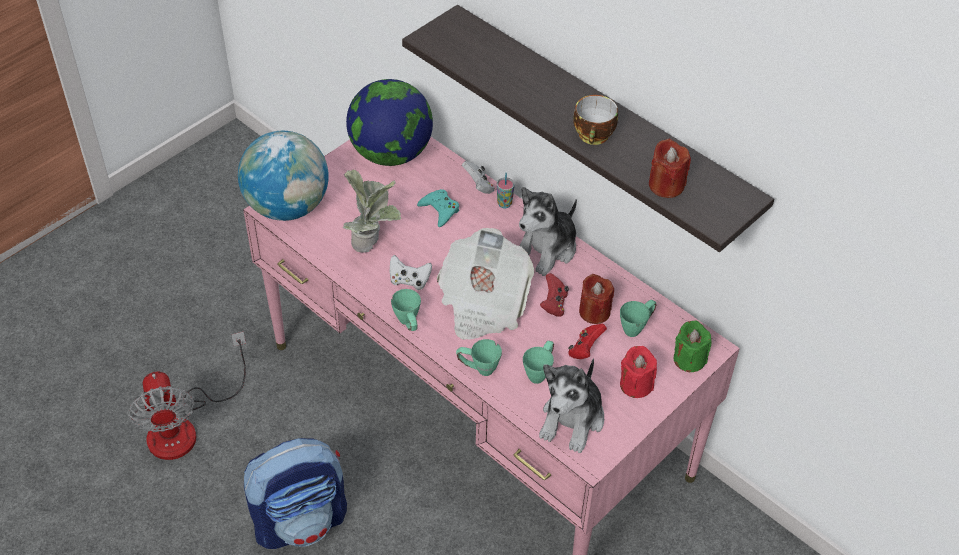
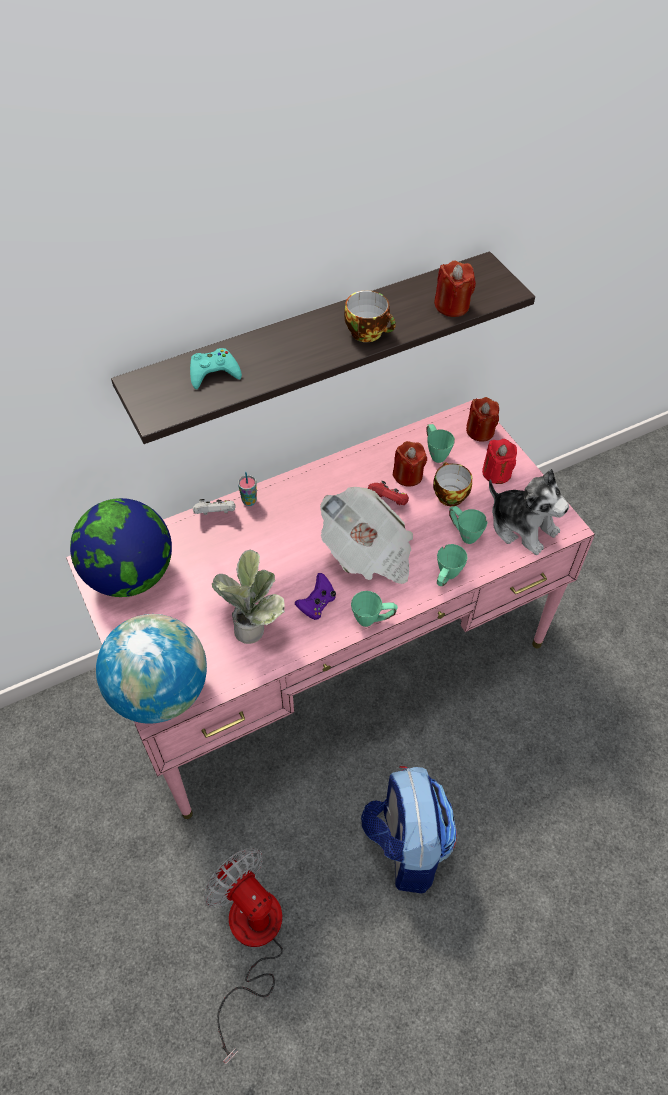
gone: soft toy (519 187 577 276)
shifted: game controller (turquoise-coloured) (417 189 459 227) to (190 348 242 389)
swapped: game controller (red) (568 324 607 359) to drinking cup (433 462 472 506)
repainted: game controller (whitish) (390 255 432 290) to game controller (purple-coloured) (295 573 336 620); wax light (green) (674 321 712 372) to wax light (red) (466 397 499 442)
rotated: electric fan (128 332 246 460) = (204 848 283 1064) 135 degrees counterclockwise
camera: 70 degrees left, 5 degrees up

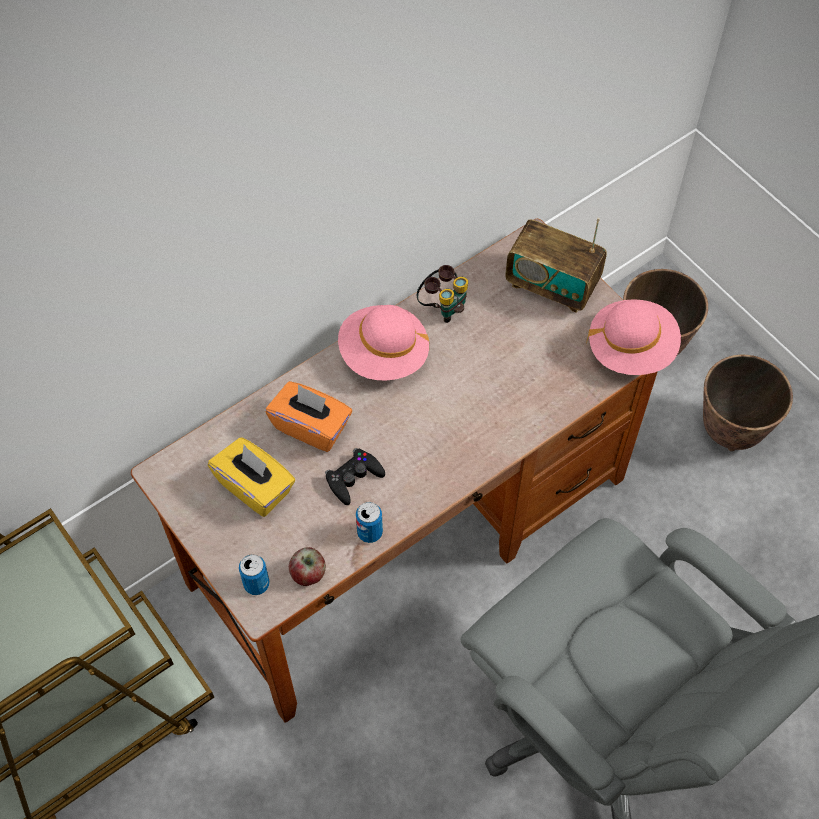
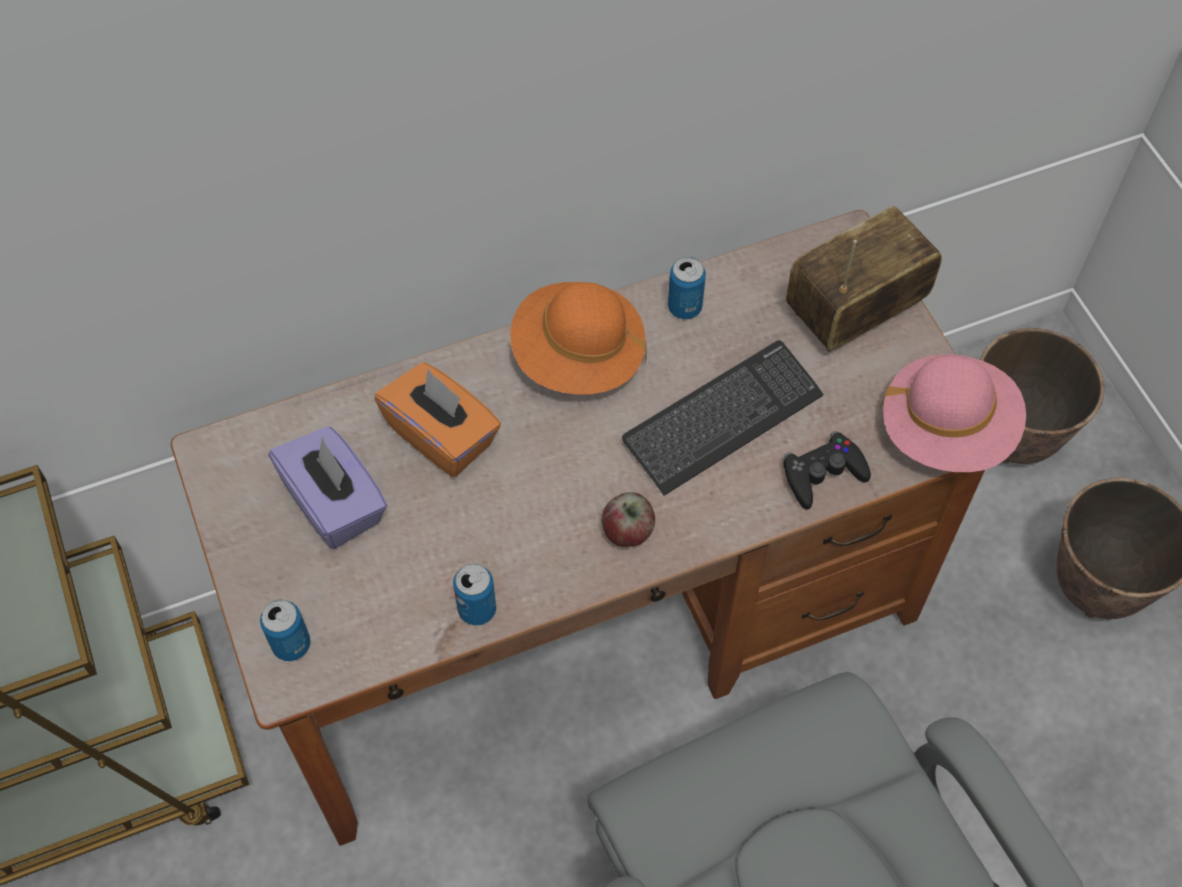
new: keyboard (622 340 824 496)
shifted: apple (289 547 326 586) to (602 492 655 547); game controller (blackish) (325 448 385 505) to (783 431 871 510)
swapped: pair of binoculars (417 265 468 323) to sealed can (668 257 706 319)
repainted: tissue box (yellow) (208 437 295 517) to tissue box (purple-coloured) (268 426 387 549); wearable hat (pinkish) (338 305 429 381) to wearable hat (orange) (510 282 647 395)
rotated: radio set (505 218 607 313) = (786 206 942 352) 105 degrees clockwise
camera: 15 degrees right, 0 degrees up

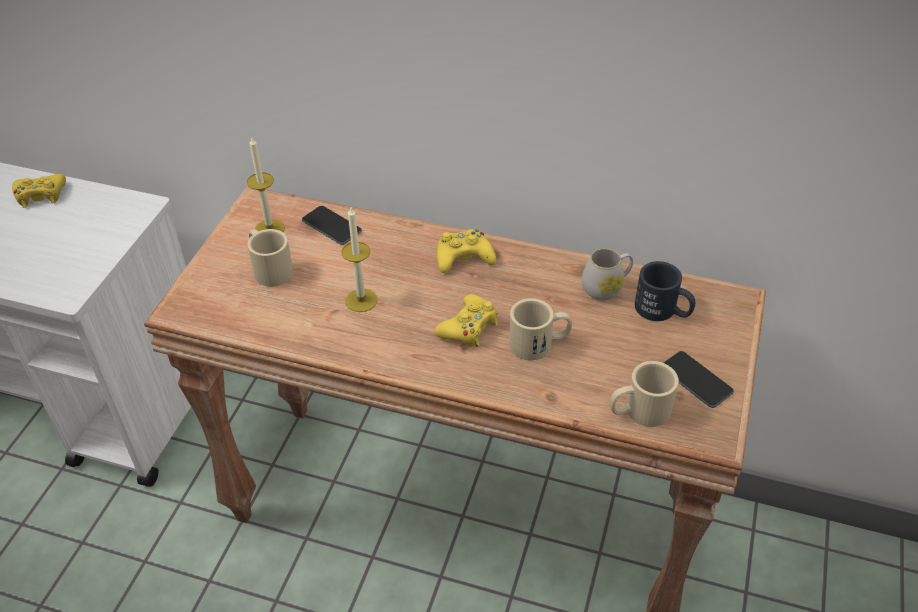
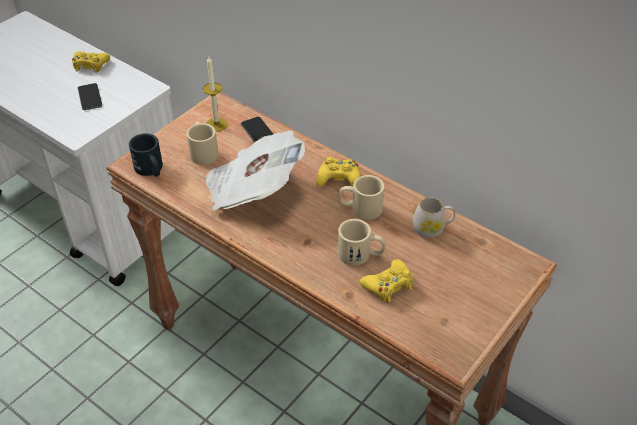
shifted: game controller (yellow) (434 294 498 347) to (360 259 413 303); tea mug (beige-coloured) (610 361 679 427) to (338 175 385 220); tea mug (blackish) (635 261 695 321) to (129 133 163 177); phone (663 351 734 408) to (78 83 102 110)
swapped: wax light (342 206 378 312) to printed paper (206 130 305 211)
camera: 20 degrees right, 0 degrees up

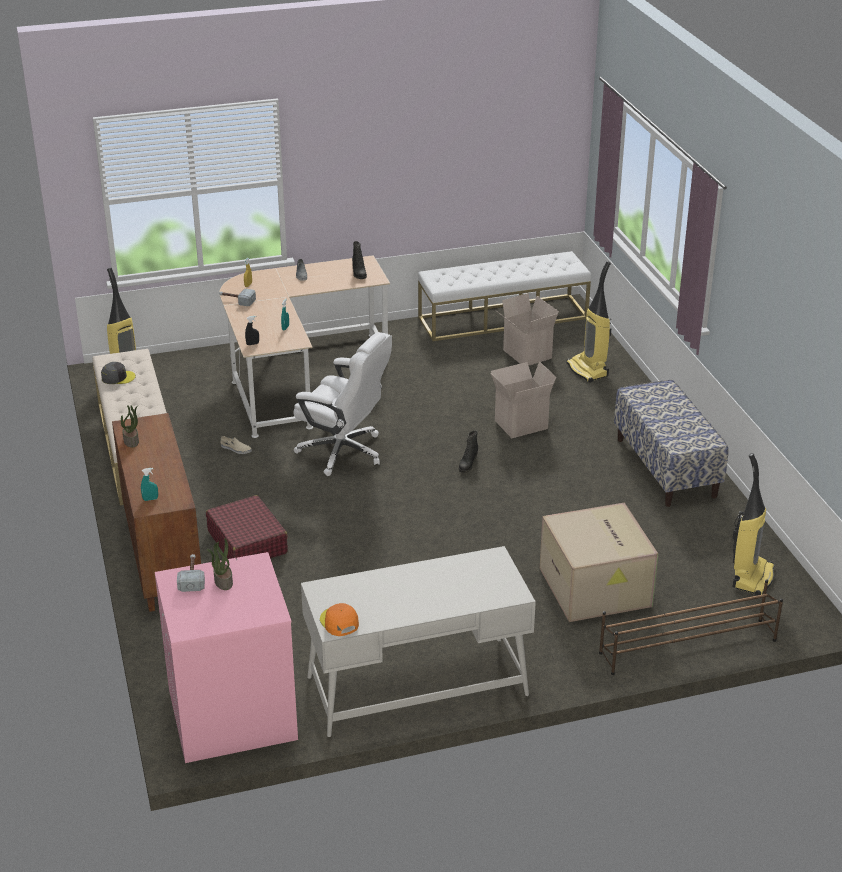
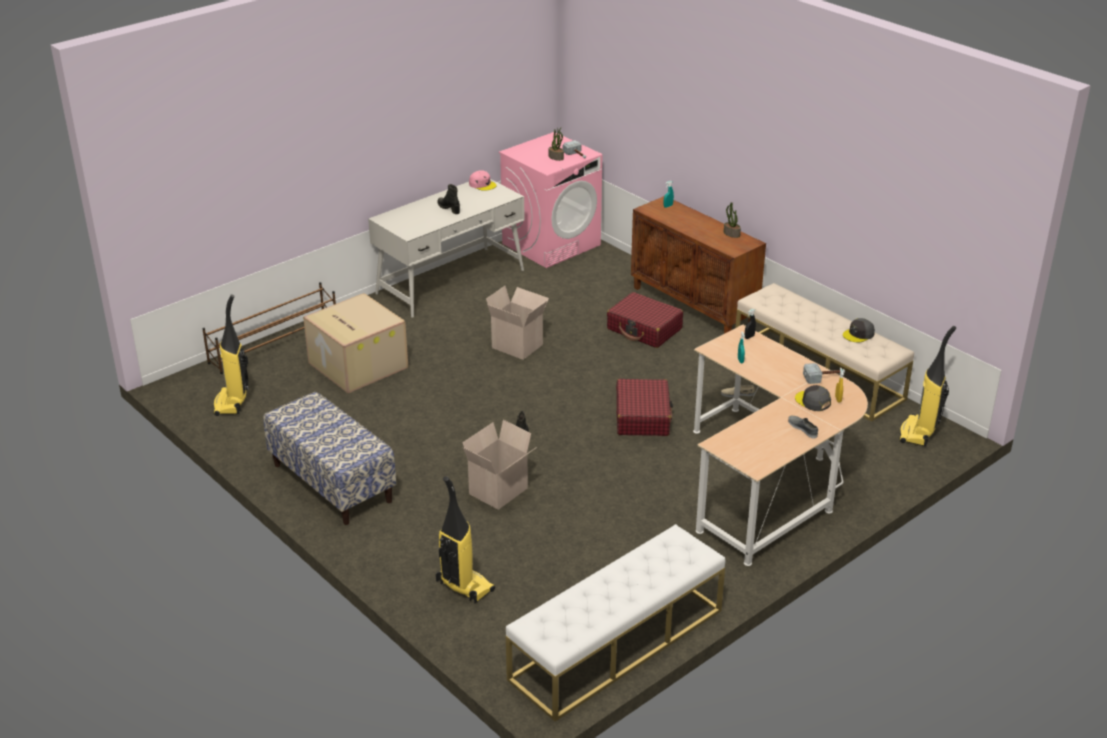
new: baseball cap (gray) (795 385 831 411)
shifted: high-top boot (blackish) (352 241 367 279) to (437 184 460 214); packing box (498 293 559 366) to (486 286 549 360)
swapped: desk chair (whitish) (293 332 392 476) to travel case (red) (616 379 673 436)
repainted: baseball cap (orange) (320 603 359 636) to baseball cap (pinkish) (469 170 497 191)
camera: 155 degrees right, 0 degrees up

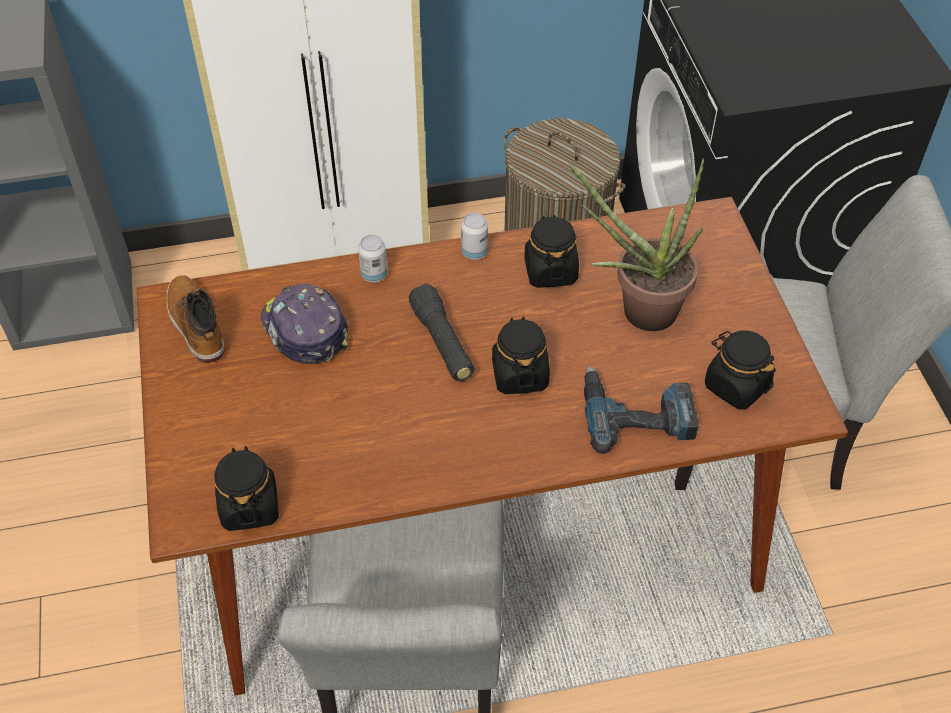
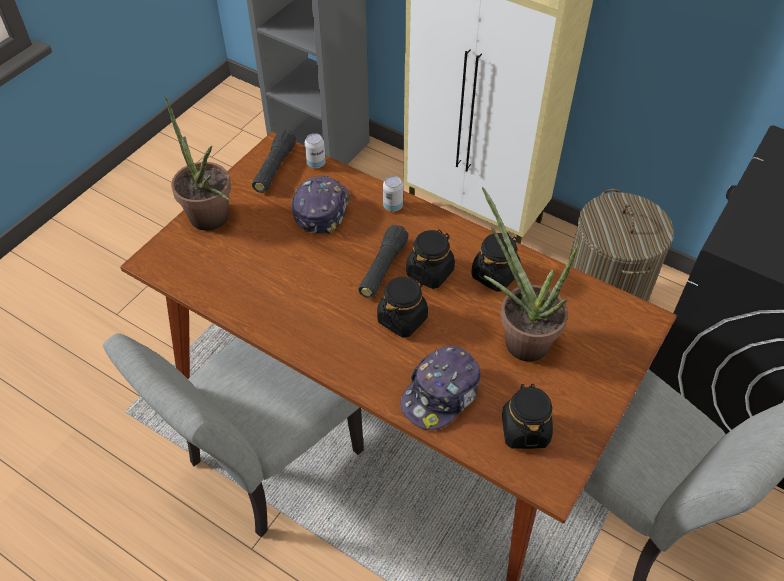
new: potted plant (164 95 231 231)
shifted: preserve jar (blackish) (214 446 279 531) to (406 229 455 289); sealed can (461 213 488 260) to (305 133 326 168)
swapped: high-top boot (167 275 225 363) to torch (blackish) (252 130 296 193); power drill (584 366 699 453) to baseball cap (400 346 480 430)
camera: 45 degrees right, 0 degrees up

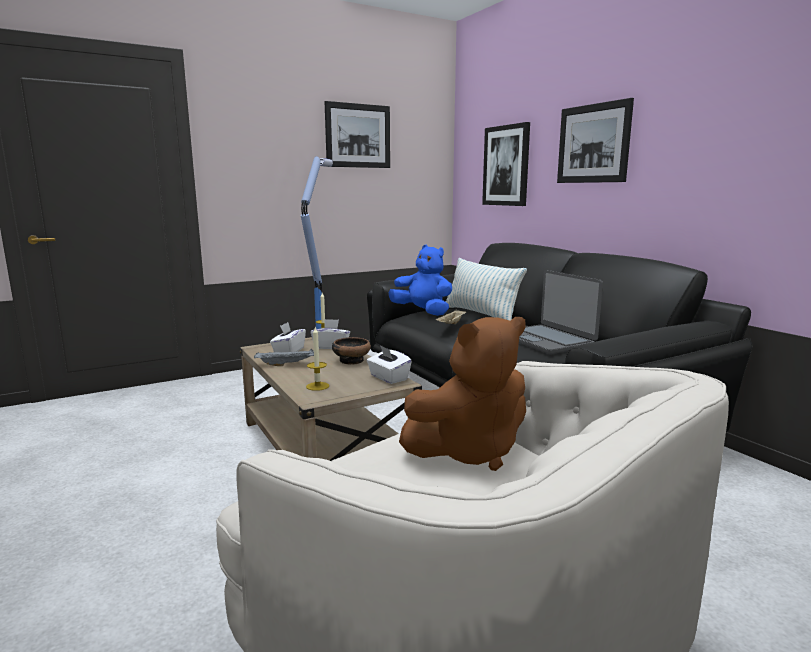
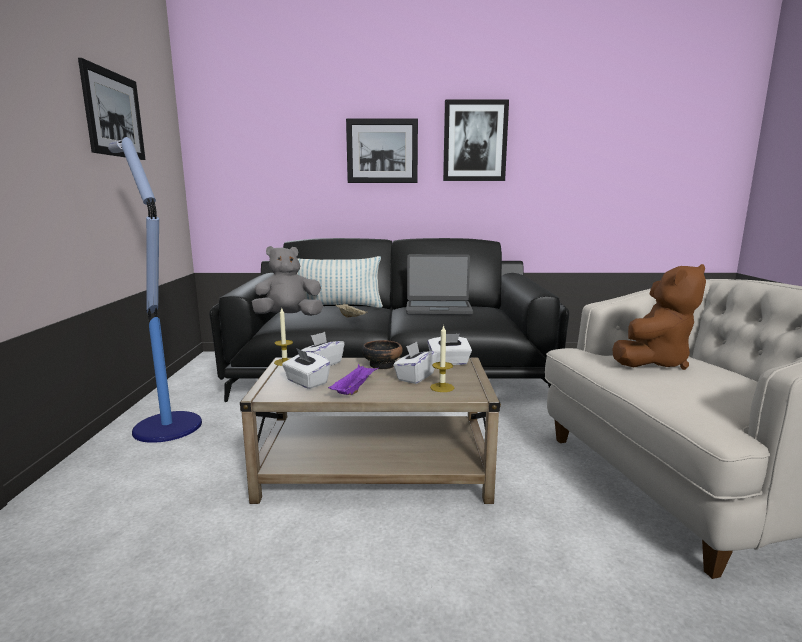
new: tissue box (whitish) (393 342 437 384)
shifted: wall art (482 122 530 206) to (443 100 509 181)
repainted: tray (gray) (254 349 314 366) to tray (purple-coloured) (328 365 379 395); soft toy (bluish) (389 245 452 316) to soft toy (gray) (252 246 323 316)
rotated: soft toy (brownish) (399 317 526 471) = (613 264 706 370) 45 degrees clockwise
camera: 60 degrees left, 0 degrees up

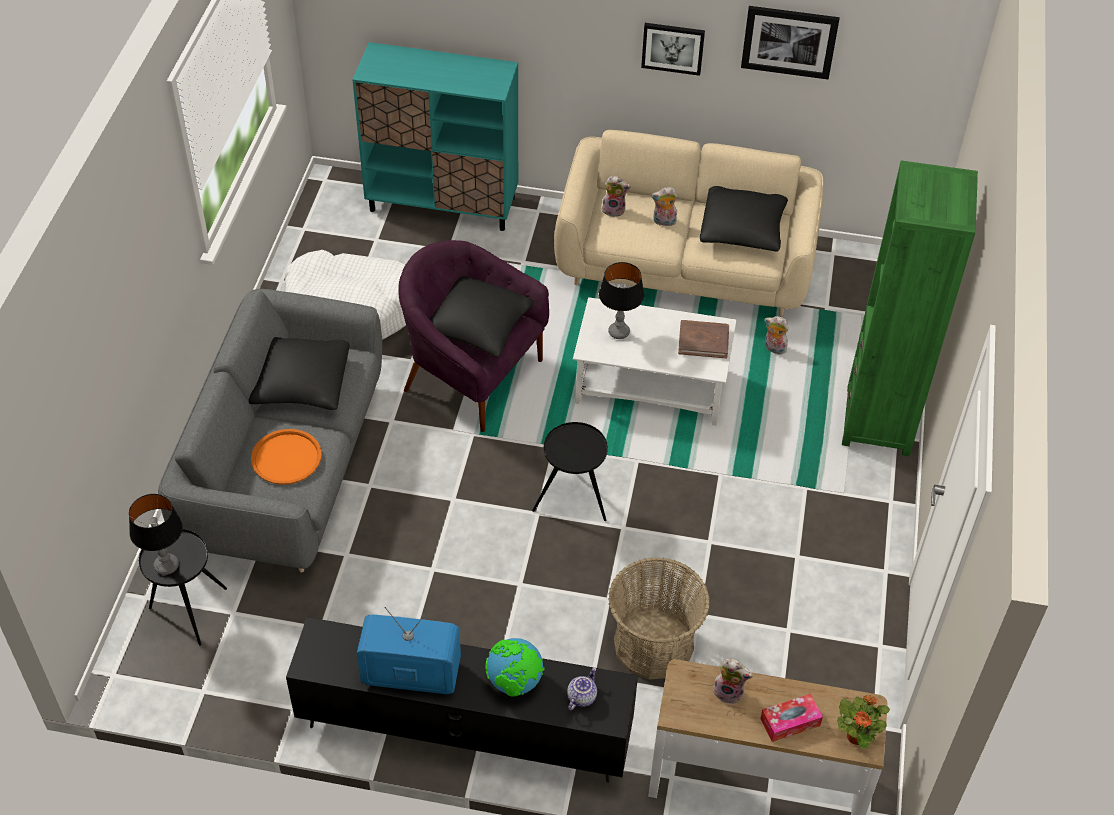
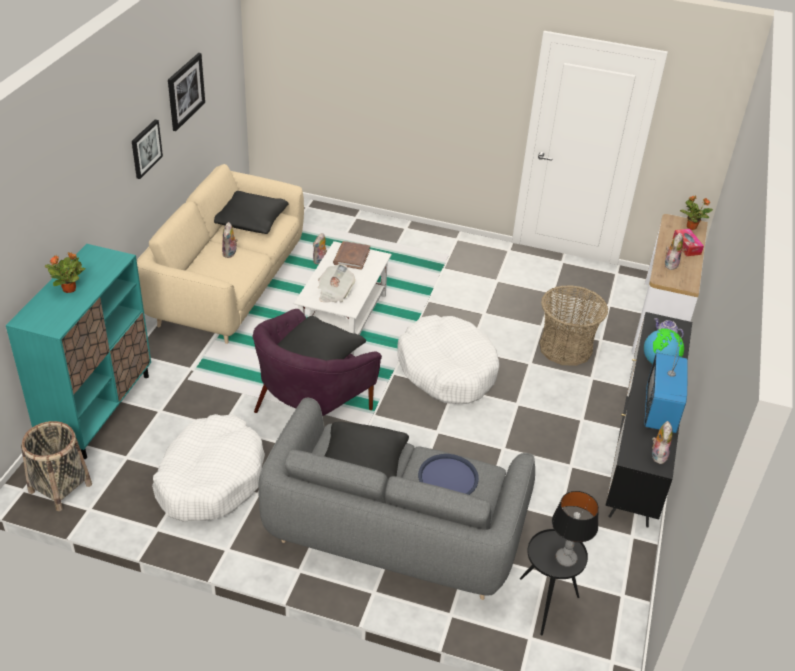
gone: shelving unit (green) (842 160 978 456)
new: storage basket (21 421 92 511); potted plant (44 253 85 293)
shifted: soft toy (602 176 631 217) to (652 421 673 464)
swapped: accent table (blackish) (532 422 608 521) to dog cushion (whitish) (397 315 500 404); lamp for a table (599 262 644 339) to printed paper (318 264 355 303)
repainted: tray (orange) (251 429 322 485) to tray (bluish) (418 454 479 495)
camera: 85 degrees left, 10 degrees down

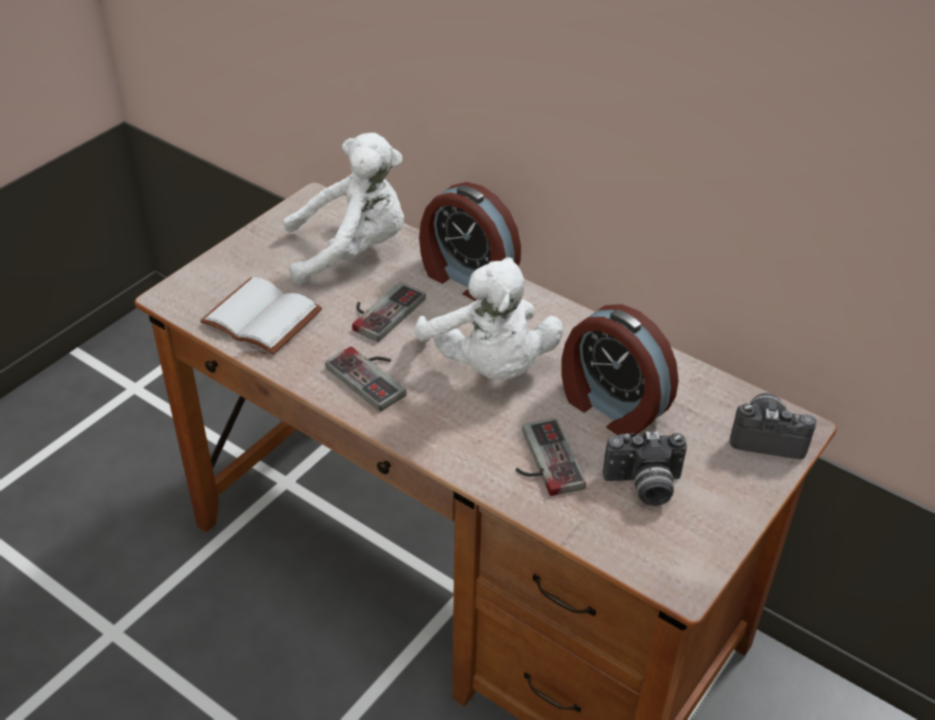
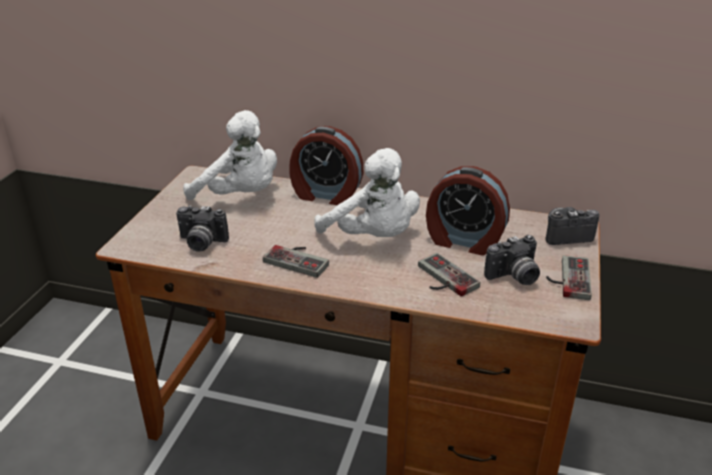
shifted: game controller (352 282 426 342) to (546 255 592 300)
swapped: book (whitish) (200 277 322 354) to still camera (176 205 229 252)
rotated: soft toy (whitish) (283 133 404 285) = (183 110 277 200) 60 degrees clockwise
camera: 20 degrees left, 10 degrees down

